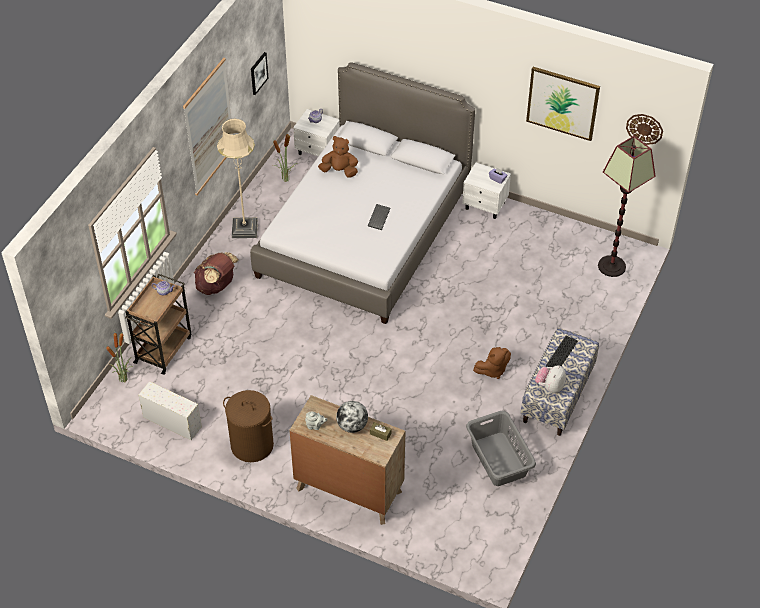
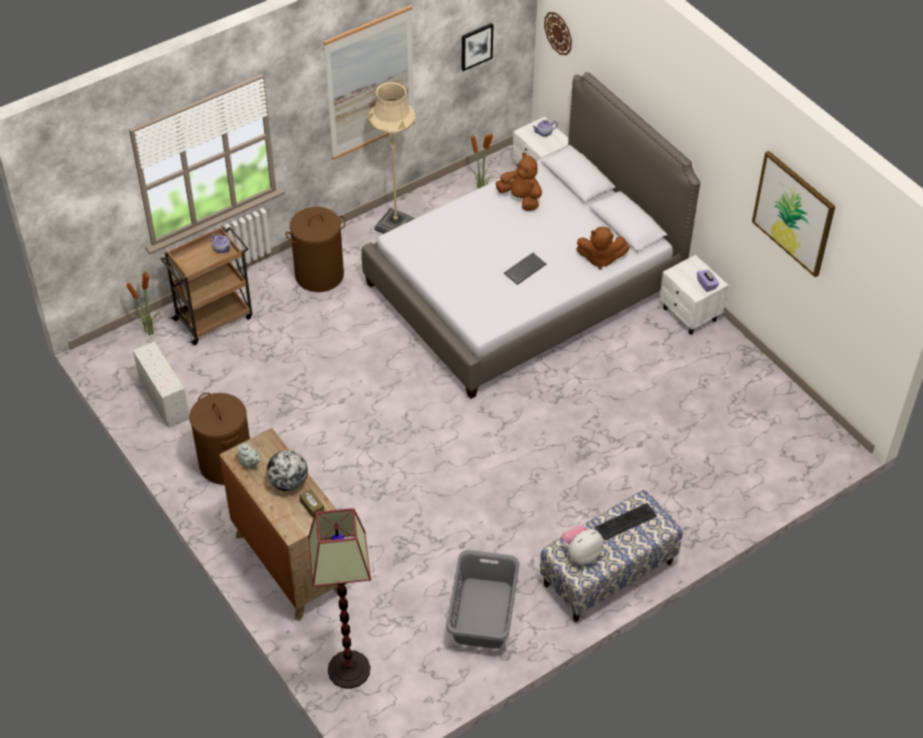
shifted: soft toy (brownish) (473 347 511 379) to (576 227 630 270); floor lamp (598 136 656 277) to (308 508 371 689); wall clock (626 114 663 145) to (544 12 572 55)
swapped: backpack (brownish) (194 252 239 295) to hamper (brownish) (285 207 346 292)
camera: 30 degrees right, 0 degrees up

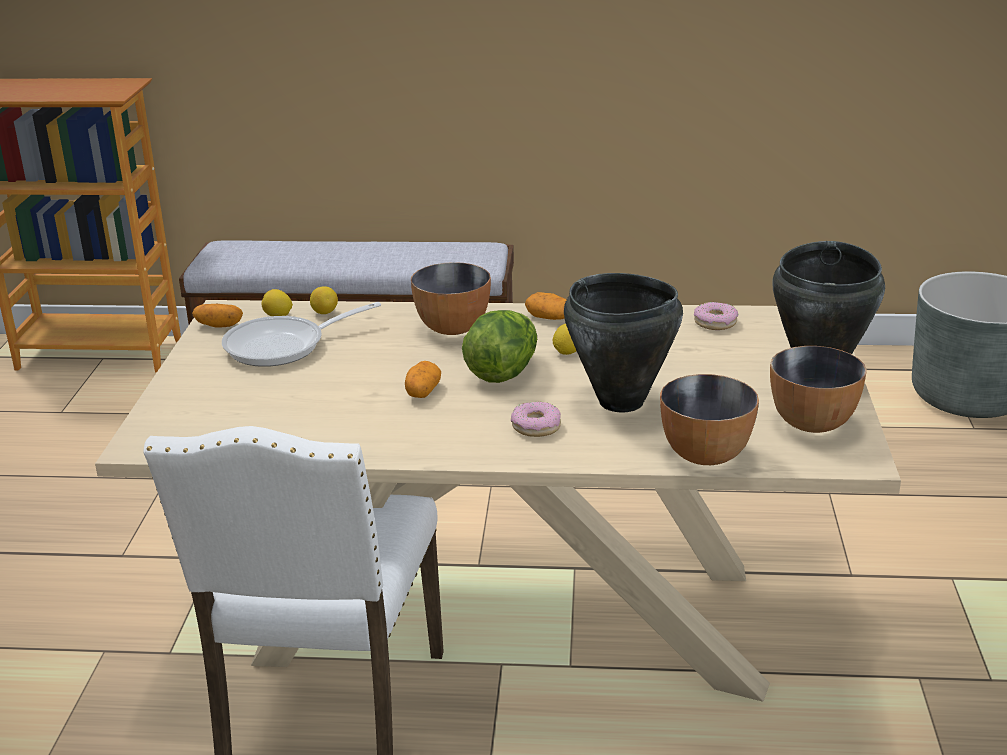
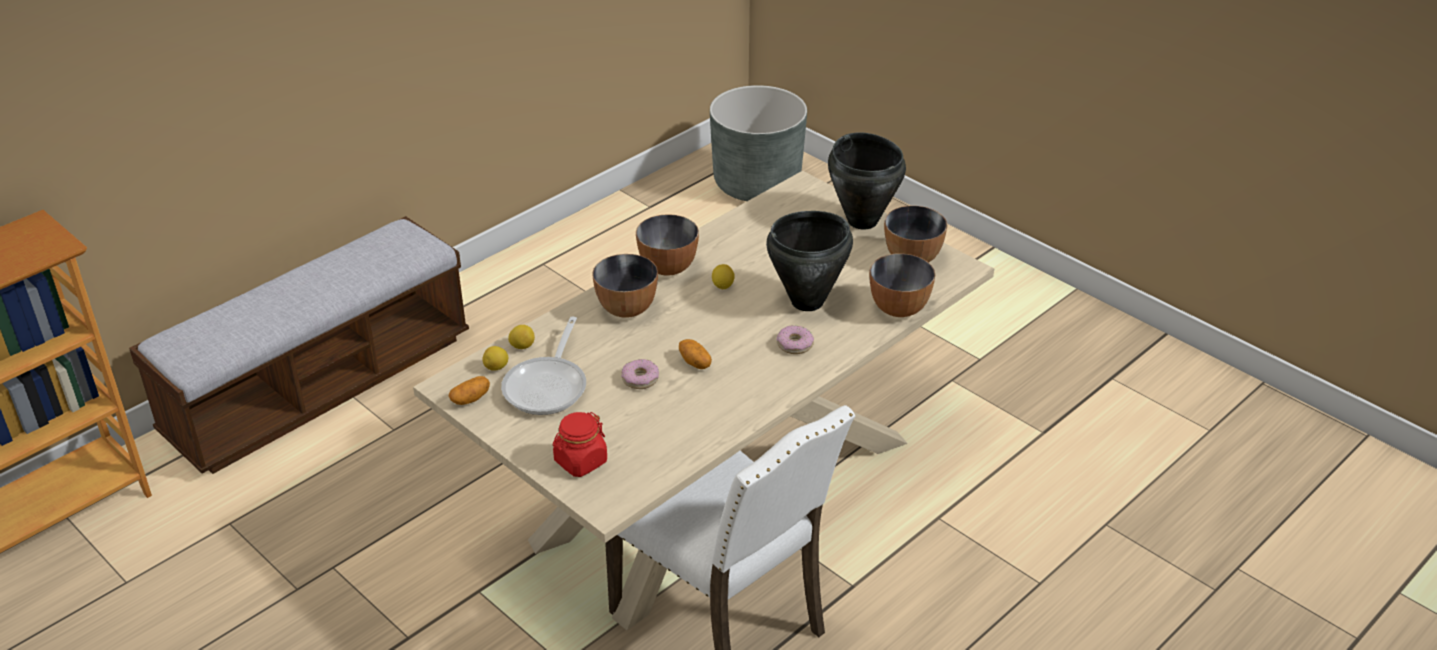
gone: lettuce head (462 310 537 383)
new: preserve jar (red) (553 412 607 477)
shifted: ring doughnut (694 302 738 330) to (622 359 659 389)
swapped: spud (525 292 567 320) to serving bowl (636 214 699 276)
camera: 50 degrees left, 10 degrees up

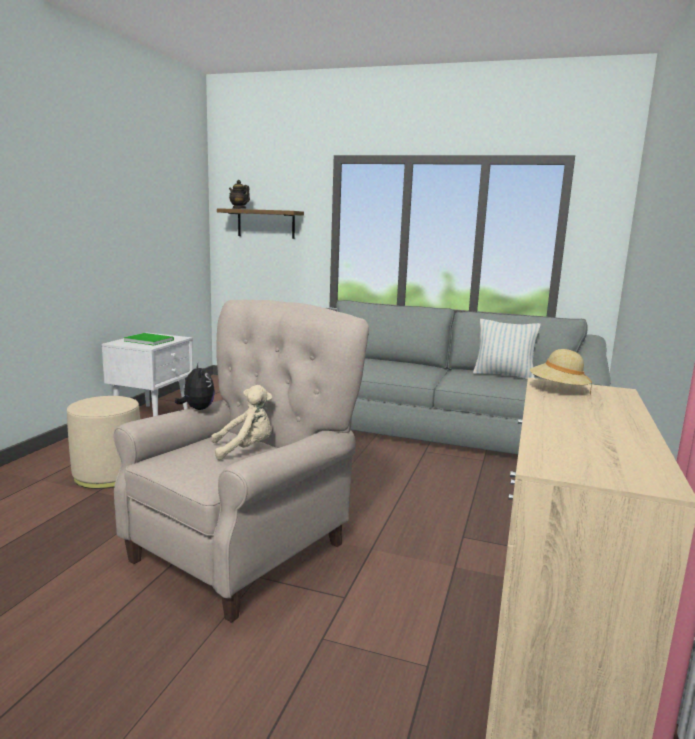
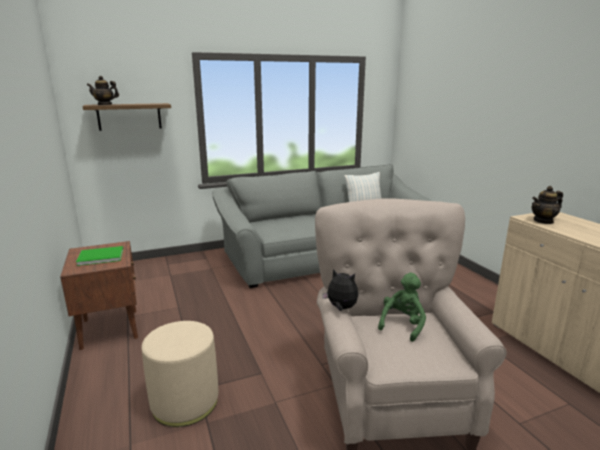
swapped: wearable hat (beige-coloured) (530 349 592 395) to pot for tea (532 186 563 224)
repainted: nightstand (whitish) (102 333 194 417) to nightstand (brownish) (60 241 138 350); soft toy (beige-coloured) (211 385 272 460) to soft toy (green) (378 272 426 342)
camera: 40 degrees left, 5 degrees up

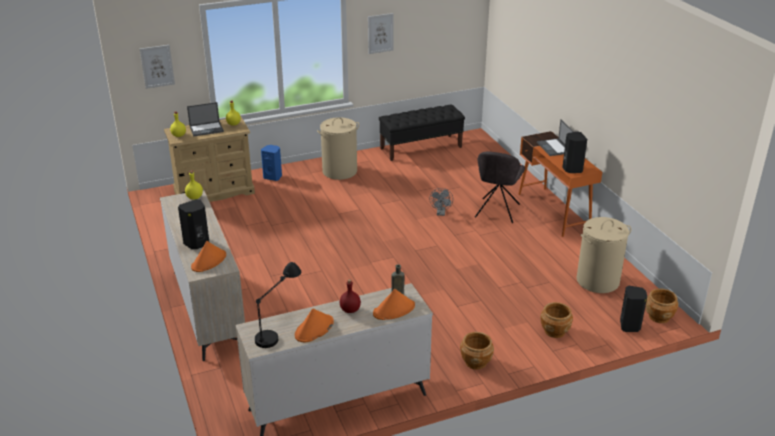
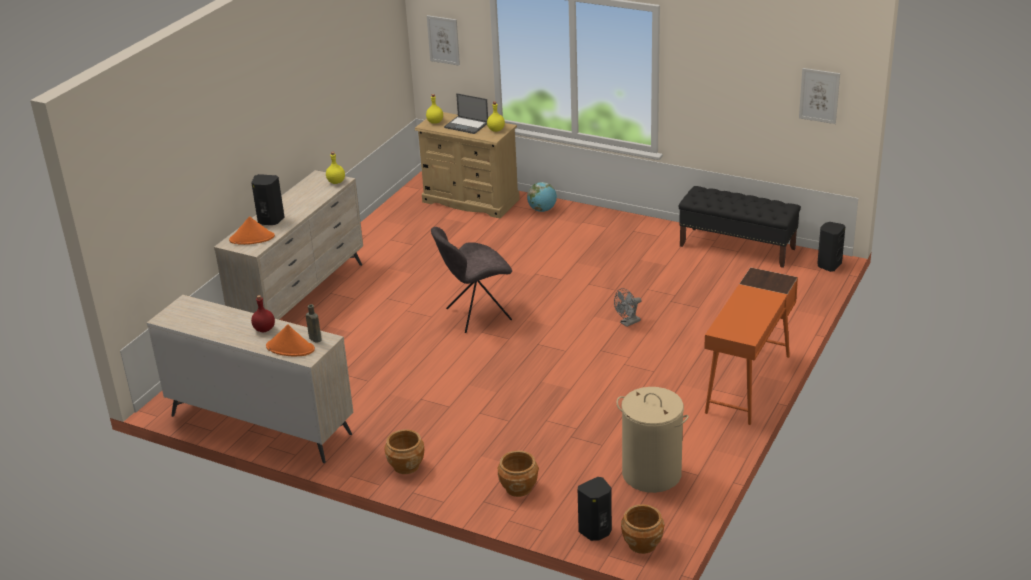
gone: lamp for a table (blackish) (255 262 301 348); wearable hat (orange) (295 308 334 342); hamper (beige-coloured) (317 117 359 180); portable computer (537 120 574 156)
shifted: wall art (368 13 394 54) to (799 68 840 124); plain chair (gray) (475 151 525 223) to (431 227 512 333); speaker (blackish) (562 131 587 173) to (817 222 845 272)
swapped: speaker (bluish) (261 145 282 181) to world globe (527 182 557 212)
camera: 50 degrees right, 0 degrees up

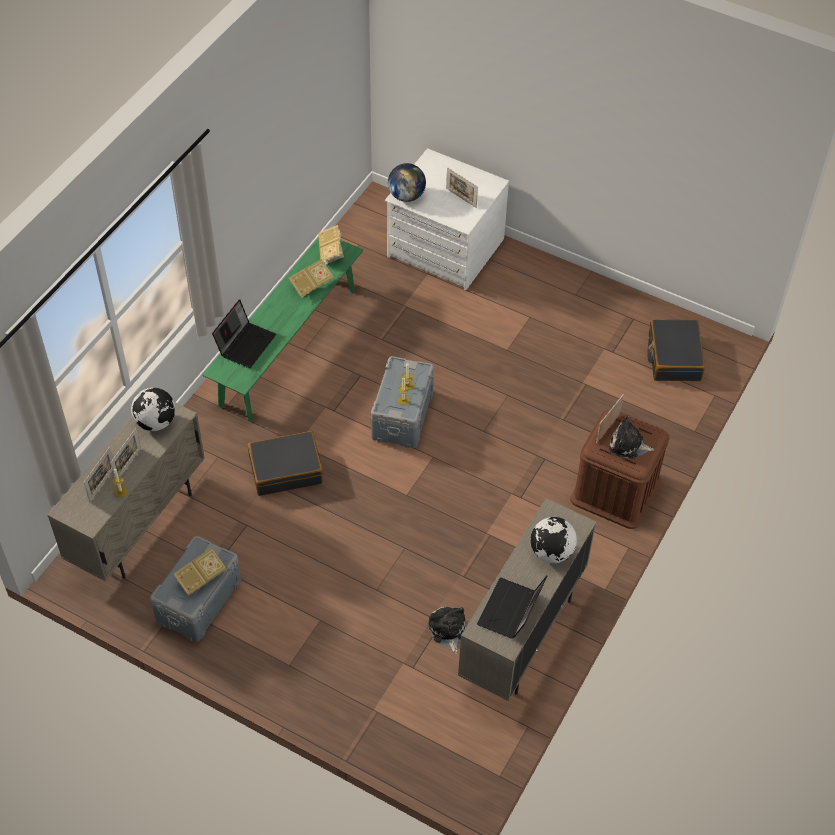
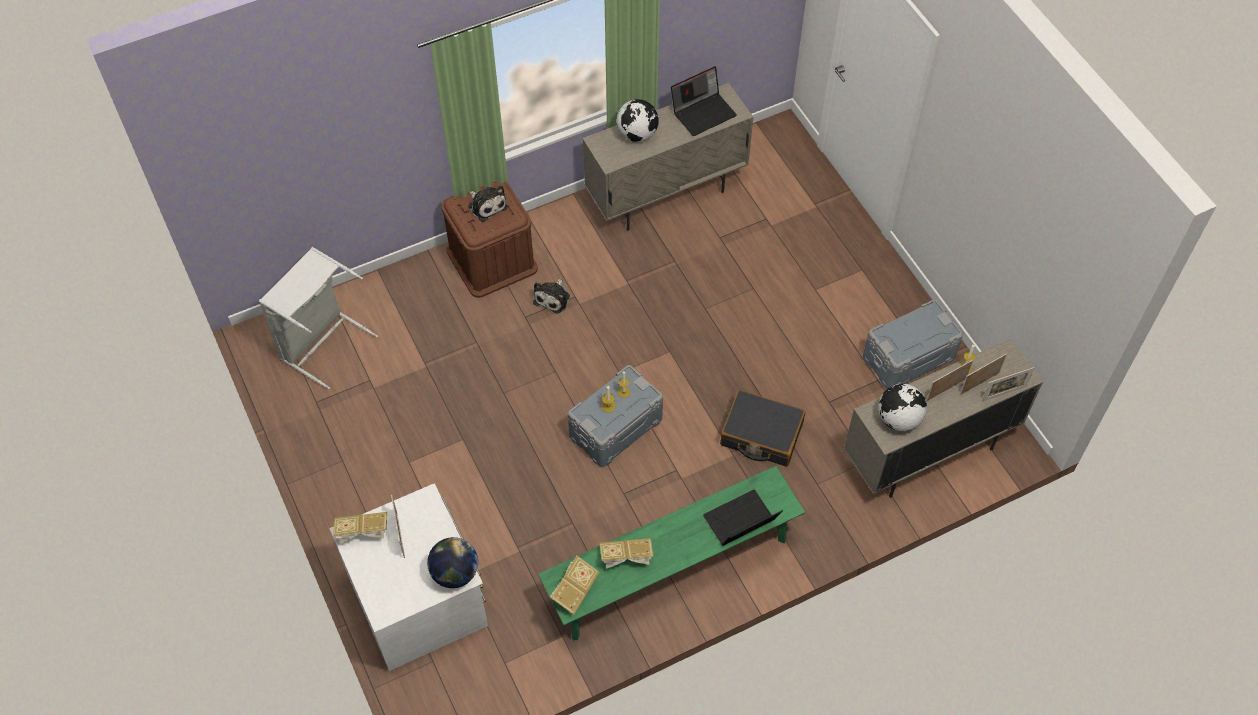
shifted: book (173 547 227 596) to (333 512 387 544); soft toy (429 607 466 654) to (533 278 570 313); photo frame (596 394 624 443) to (982 367 1035 402)
swapped: travel case (blackish) (647 319 705 381) to hamper (gray) (259 247 378 389)
camera: 145 degrees left, 5 degrees up

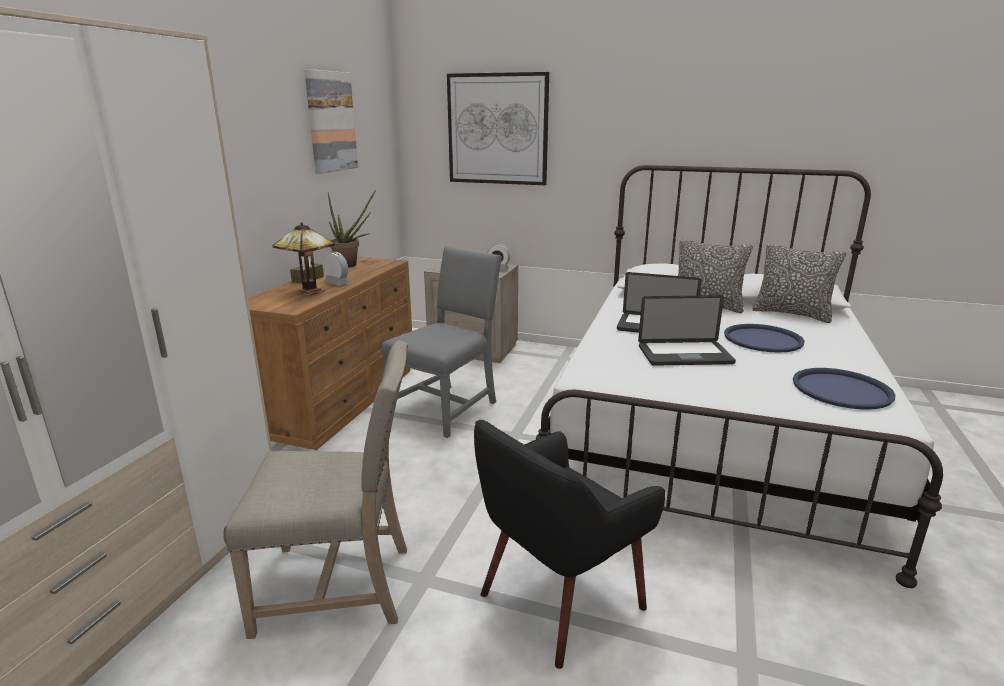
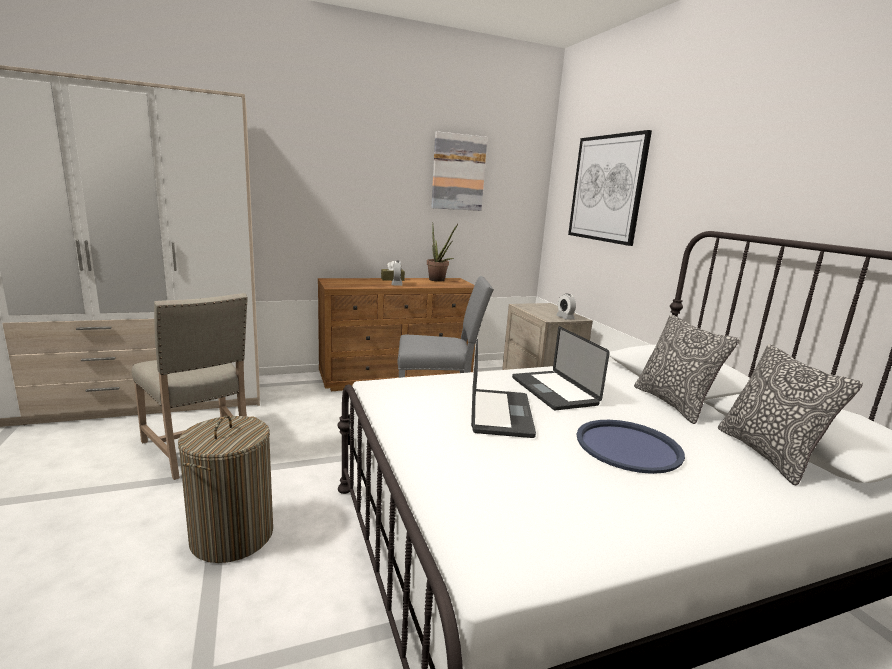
gone: lamp for a table (273 222 335 296); tray (bluish) (793 368 895 410)
swapped: armchair (blackish) (474 420 665 669) to hamper (178 415 273 563)
rotated: portable computer (638 295 736 366) = (471 339 536 438) 135 degrees counterclockwise
camera: 50 degrees right, 5 degrees down

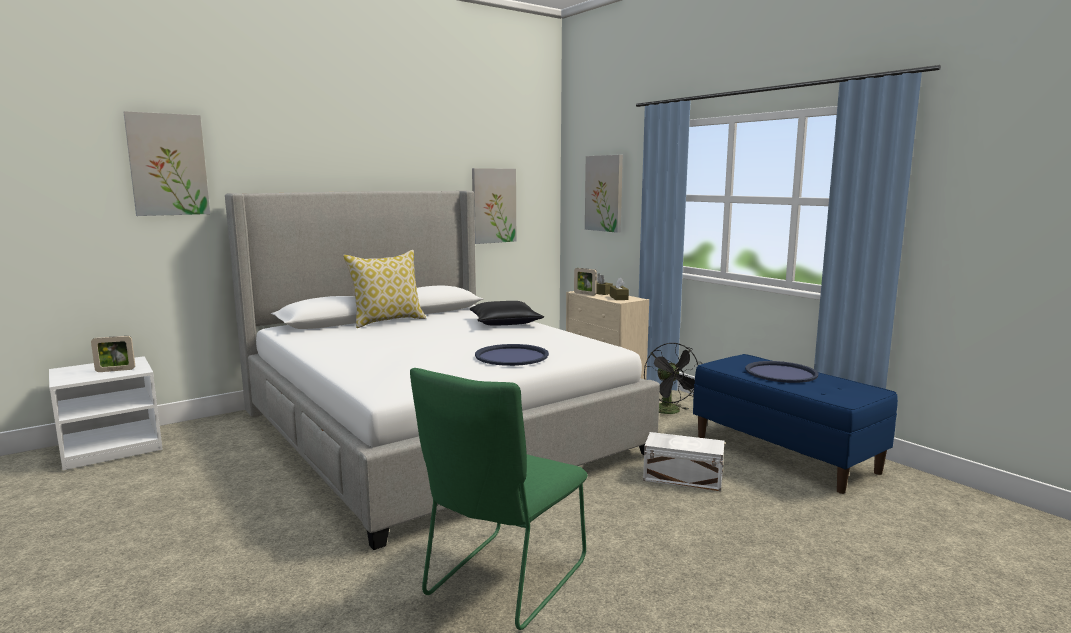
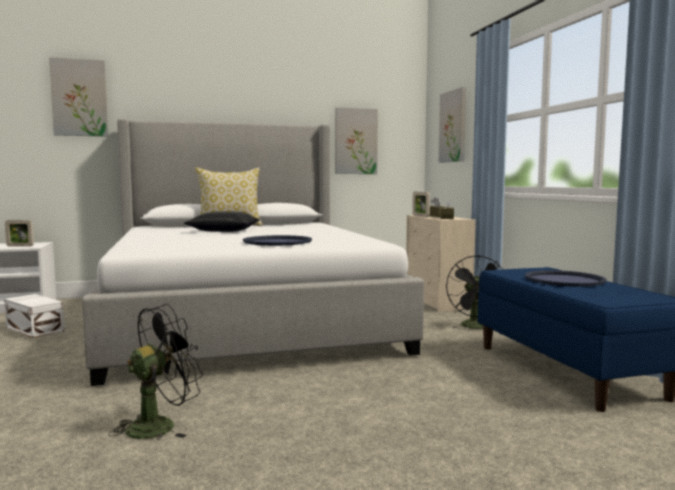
shifted: pillow (blackish) (470 301 544 326) to (184 211 260 232); storage box (whitish) (643 432 724 491) to (4 294 64 338)
swapped: plain chair (green) (410 368 588 630) to electric fan (blackish) (108 304 204 439)
camera: 20 degrees right, 5 degrees down

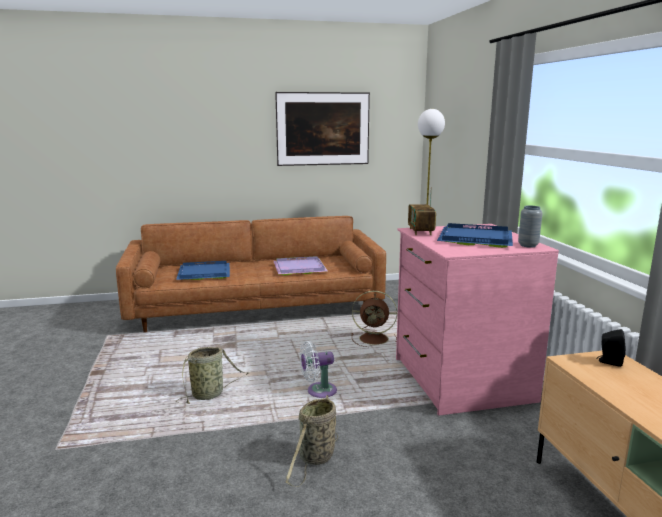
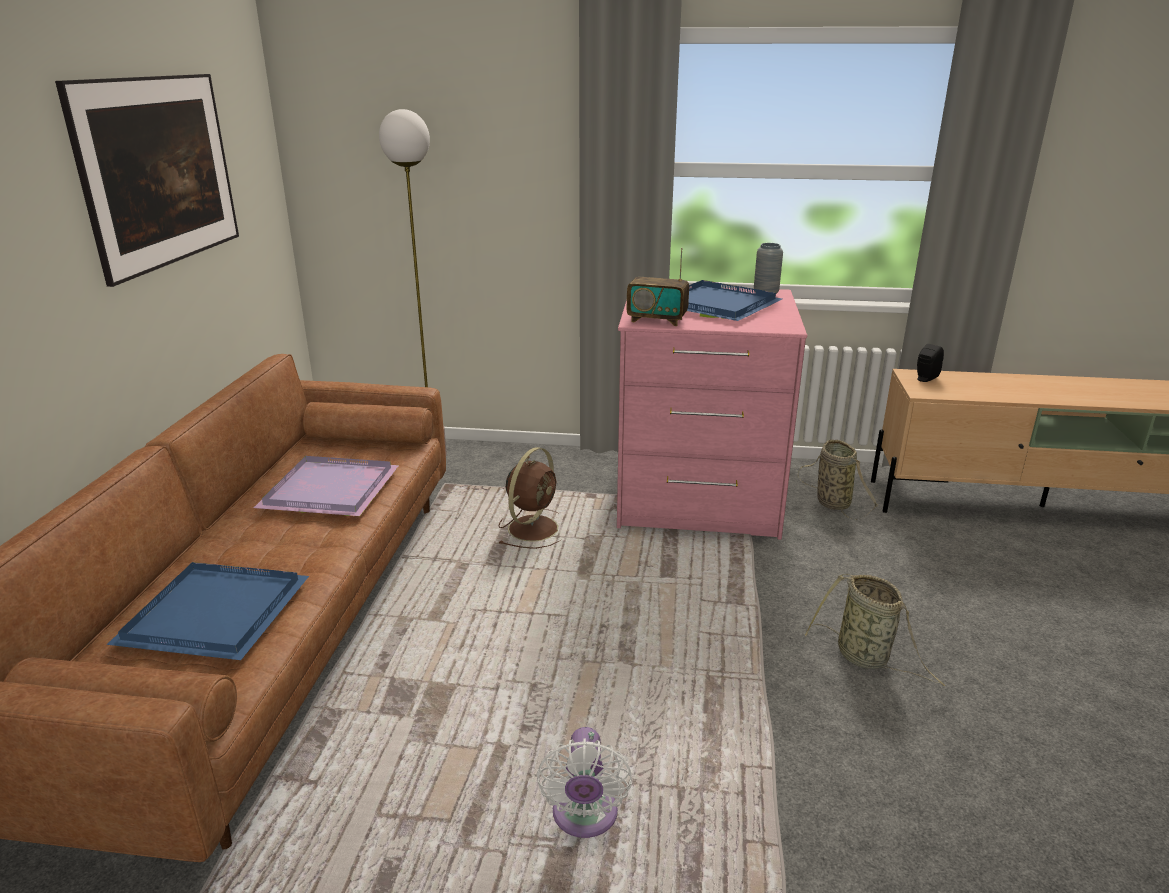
shifted: storage basket (176 347 249 404) to (798 440 878 520); electric fan (whitish) (300 341 337 398) to (537 727 632 838)
camera: 70 degrees left, 10 degrees up

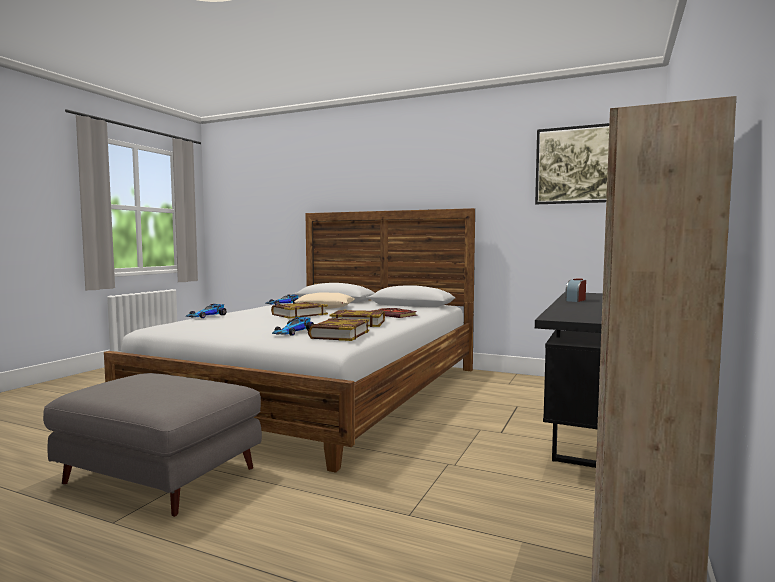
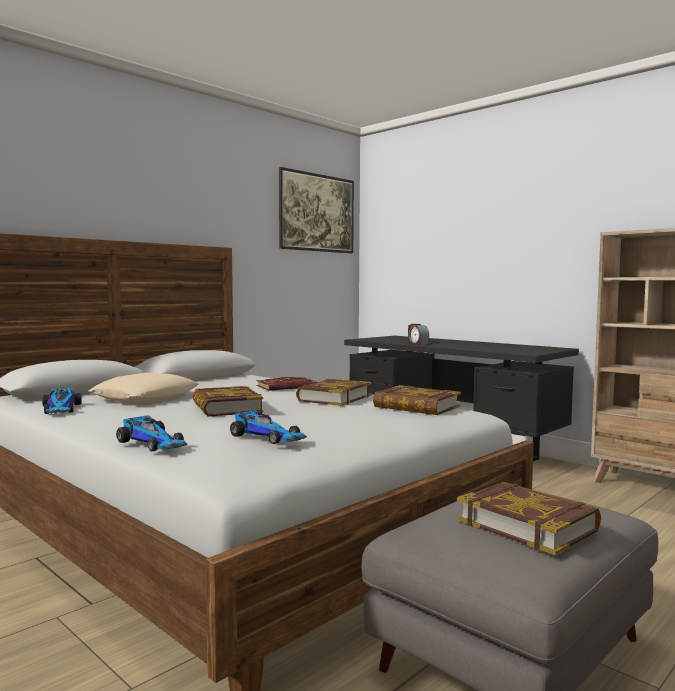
new: book (457 482 601 555)
shifted: toy car (272 317 314 335) to (230 410 307 444)
camera: 70 degrees left, 0 degrees up

